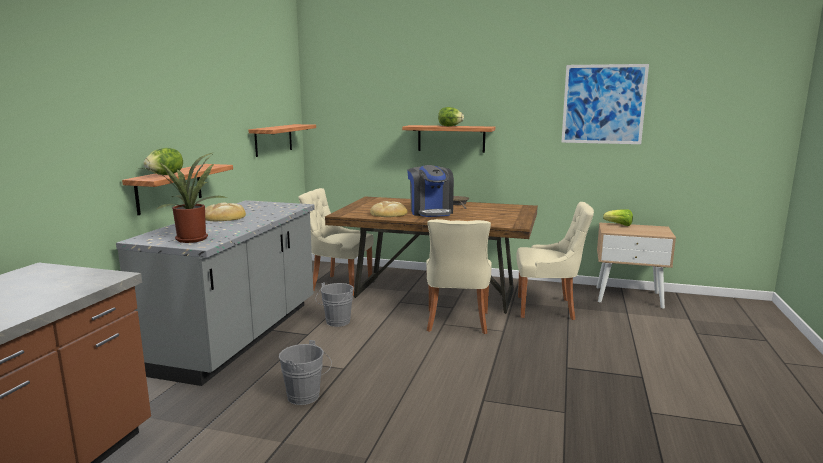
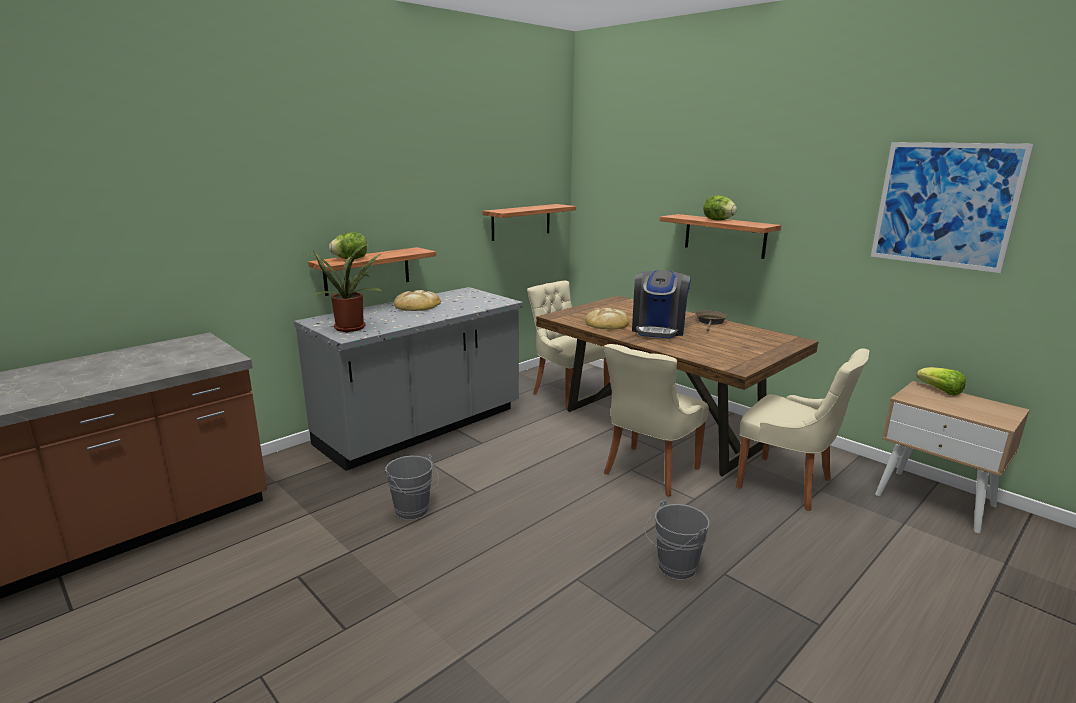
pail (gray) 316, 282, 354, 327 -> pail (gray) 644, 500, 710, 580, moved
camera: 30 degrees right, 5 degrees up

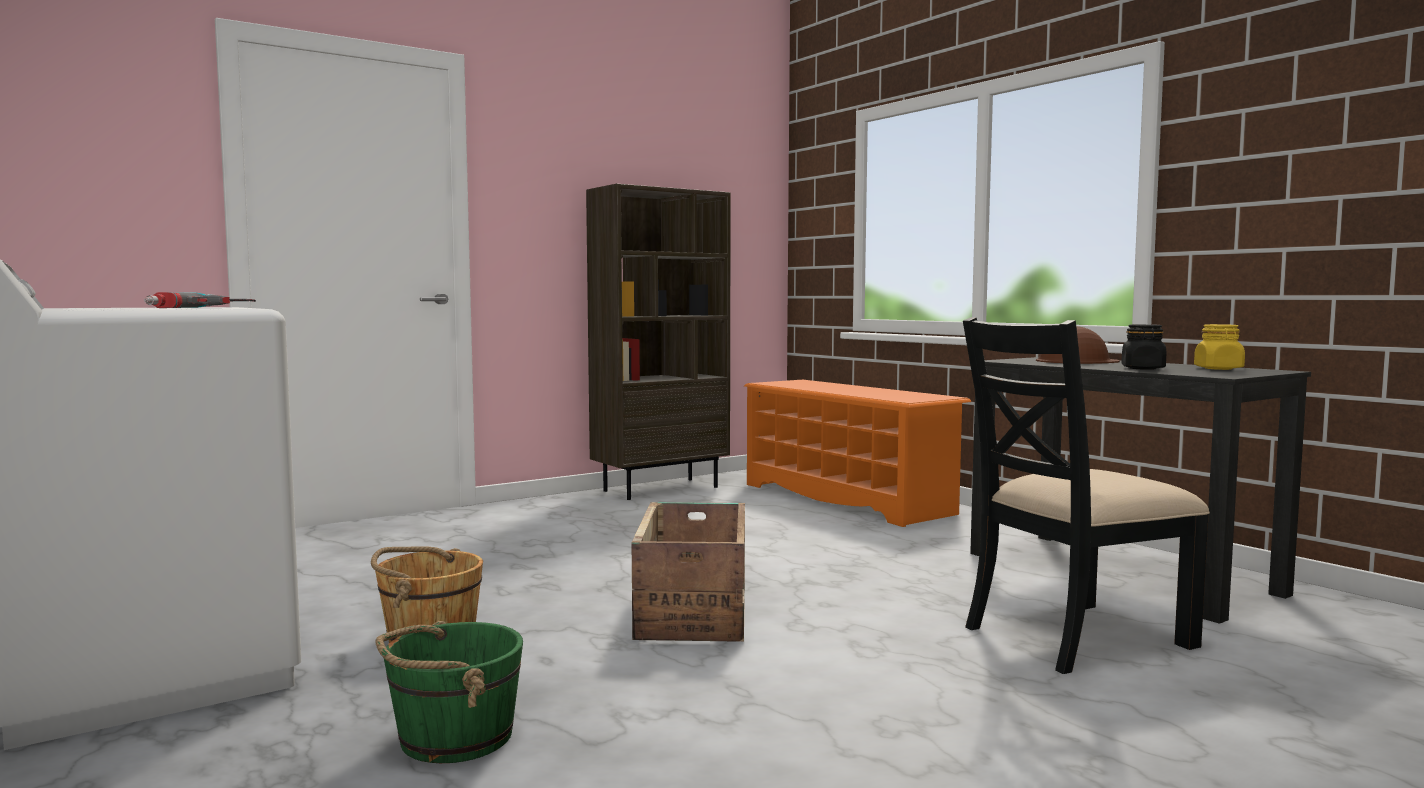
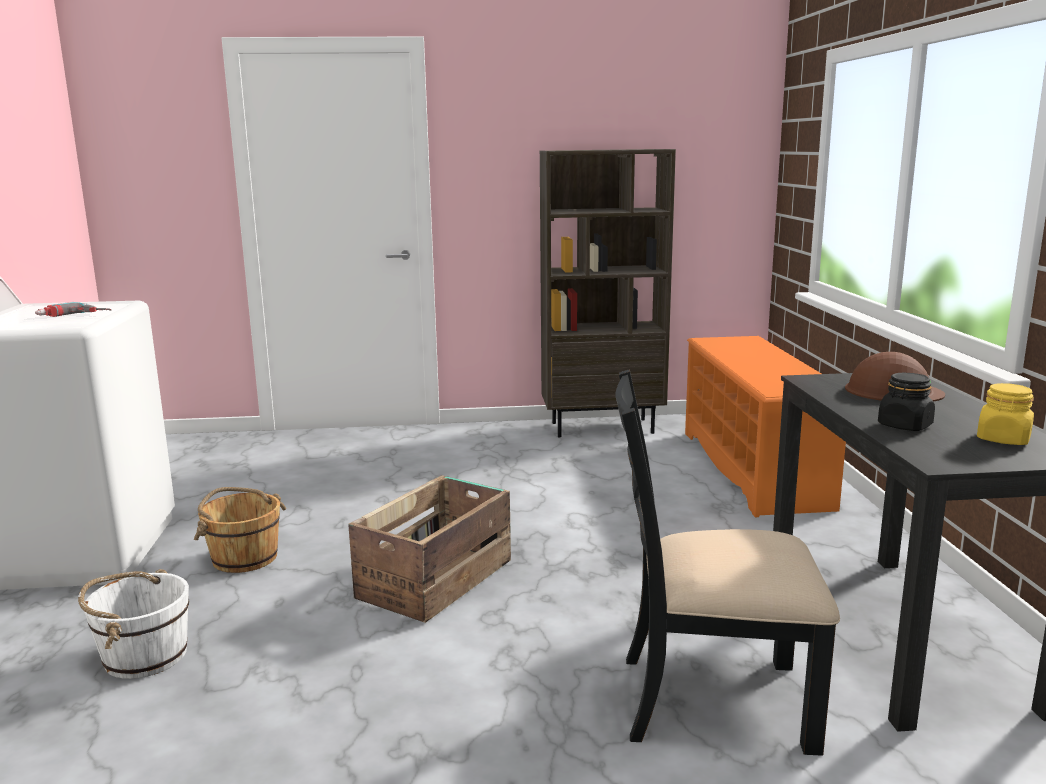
pail (green-coloured) 375, 621, 523, 763 -> pail (whitish) 78, 569, 189, 679
camera: 30 degrees right, 10 degrees up

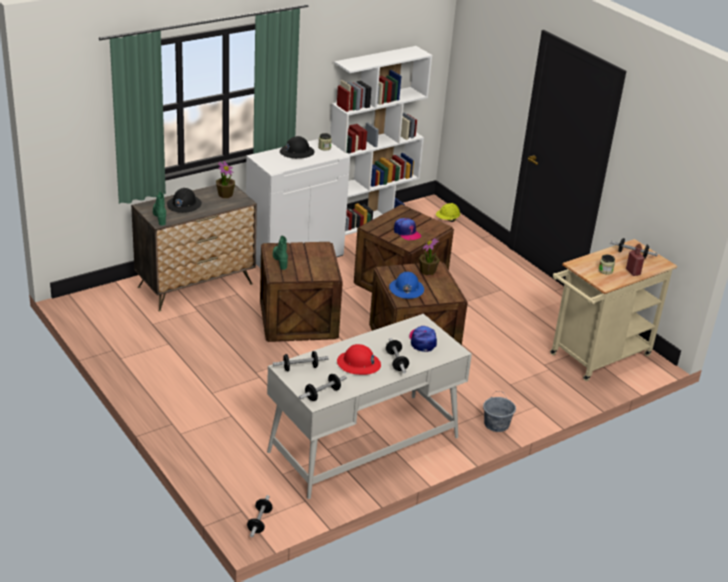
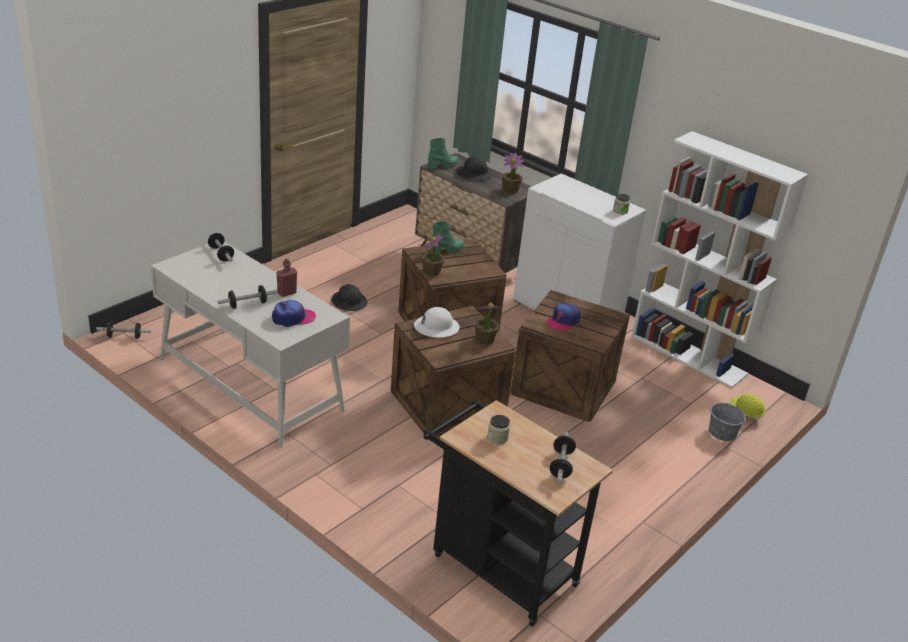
drink bottle (red-coloured) 626, 244, 645, 276 -> drink bottle (red-coloured) 277, 259, 297, 297, moved
hard hat (black-coloured) 280, 136, 315, 159 -> hard hat (black-coloured) 331, 284, 367, 311, moved
hard hat (bluish) 389, 272, 424, 299 -> hard hat (whitish) 414, 307, 460, 337
none -> houseplant 422, 233, 445, 277
wheeled cart (beige-coloured) 550, 239, 677, 381 -> wheeled cart (black-coloured) 423, 399, 613, 626
pail (gray) 483, 391, 516, 432 -> pail (gray) 709, 398, 746, 441, moved
free weight 299, 374, 347, 401 -> none
hard hat (red-coloured) 337, 344, 381, 375 -> none
camera: 75 degrees right, 0 degrees up

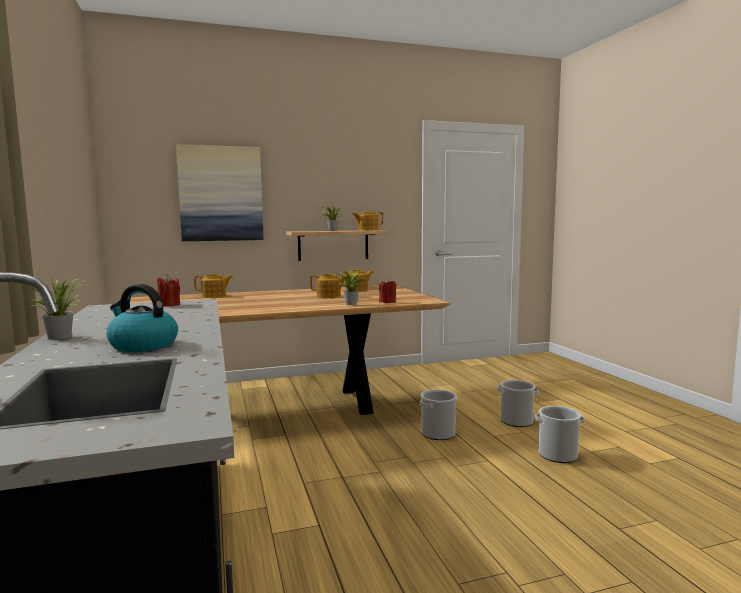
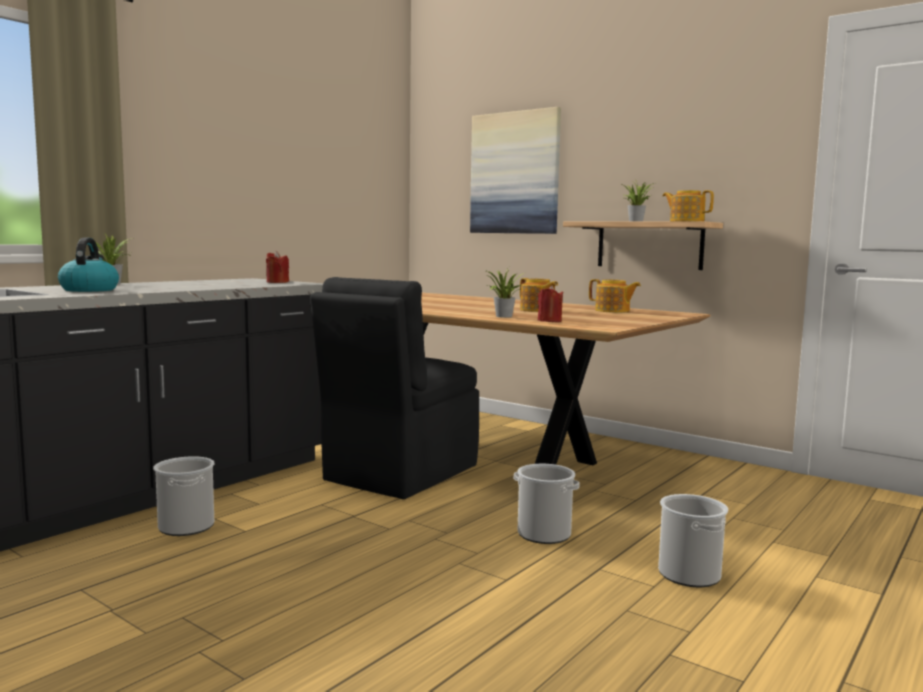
pail 535, 406, 585, 463 -> pail 153, 456, 214, 536, moved
none -> plain chair (black-coloured) 310, 277, 479, 499
pot for tea 194, 274, 233, 298 -> none
camera: 55 degrees right, 0 degrees up

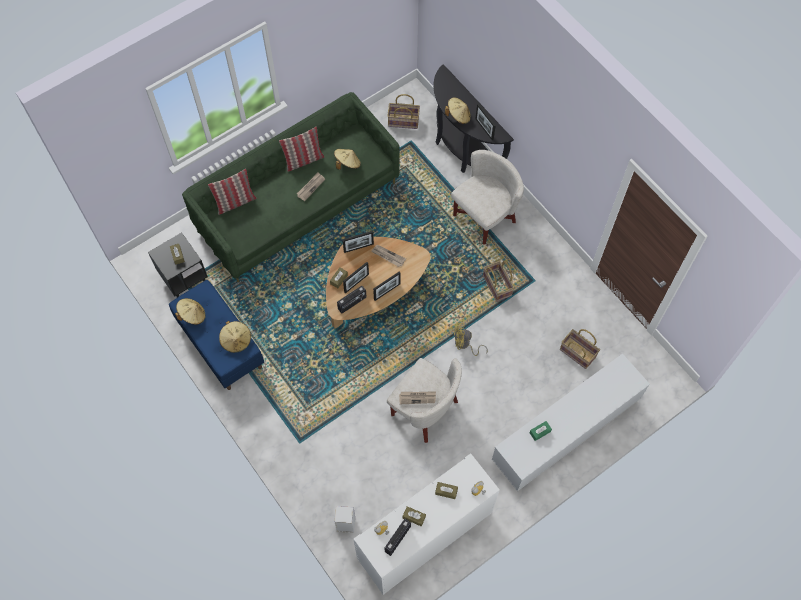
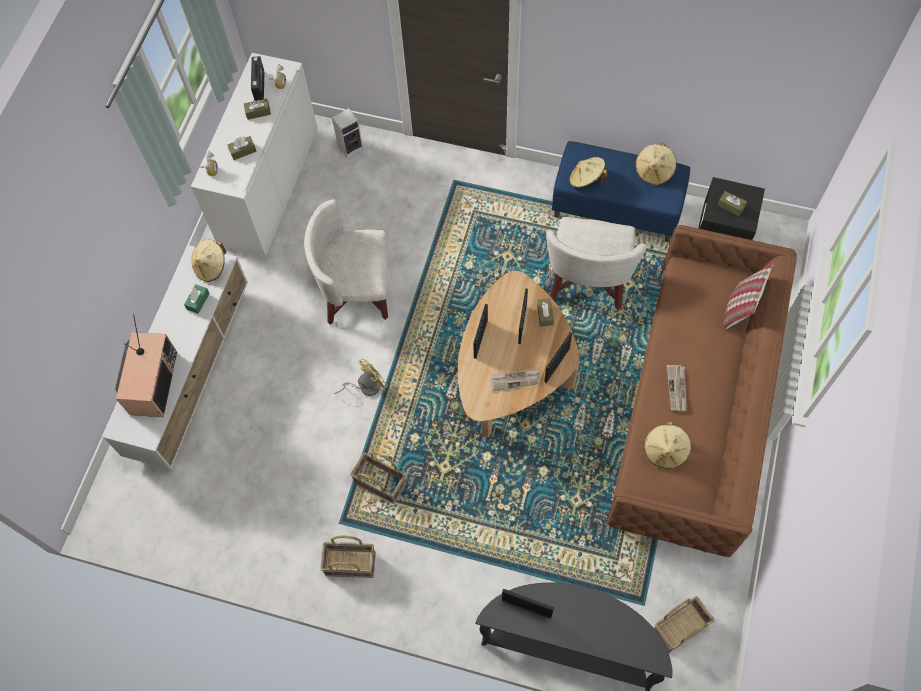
none -> television 115, 314, 177, 417
wearable hat (beige-coloured) 445, 97, 471, 124 -> wearable hat (beige-coloured) 192, 239, 226, 282, moved
household basket 560, 329, 600, 369 -> household basket 320, 535, 376, 578, moved
easy chair (whitish) 451, 150, 524, 245 -> easy chair (whitish) 546, 217, 647, 310, moved
couch (green-coloured) 182, 92, 399, 282 -> couch (brownish) 606, 225, 797, 557
throw pillow 279, 127, 324, 172 -> none
radio receiver 337, 286, 367, 314 -> none
newspaper 399, 391, 436, 404 -> none
camera: 145 degrees right, 0 degrees up

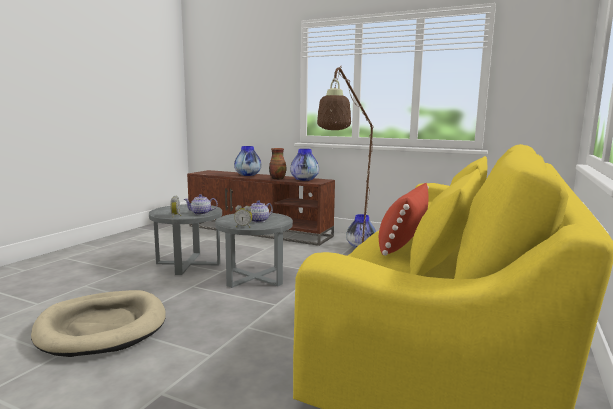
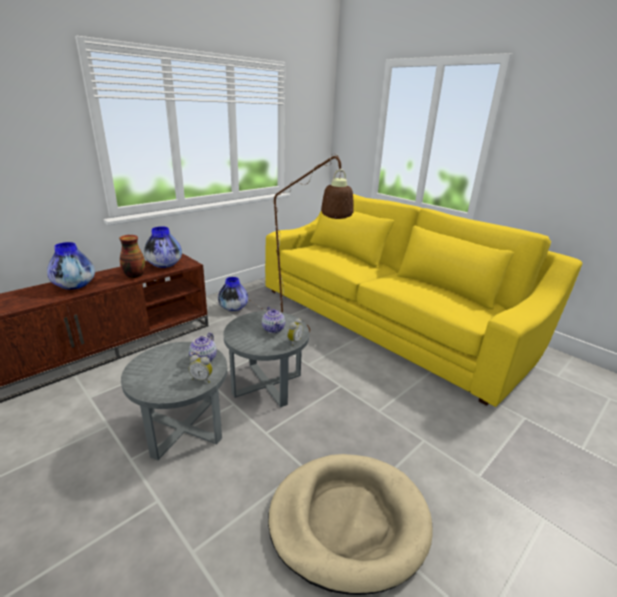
throw pillow (red-coloured) 379, 183, 429, 256 -> none
camera: 70 degrees left, 15 degrees up

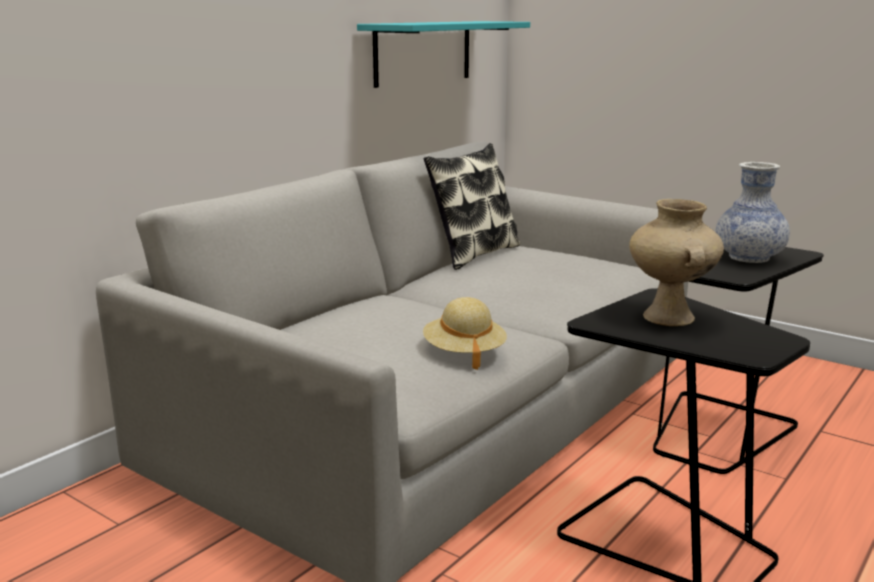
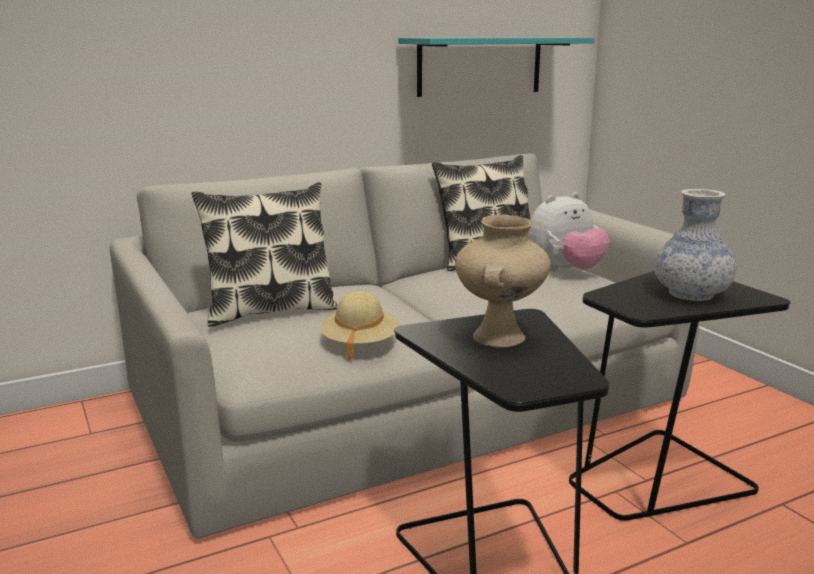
none -> throw pillow 191, 182, 338, 327
none -> soft toy 528, 192, 610, 271
camera: 25 degrees right, 0 degrees up

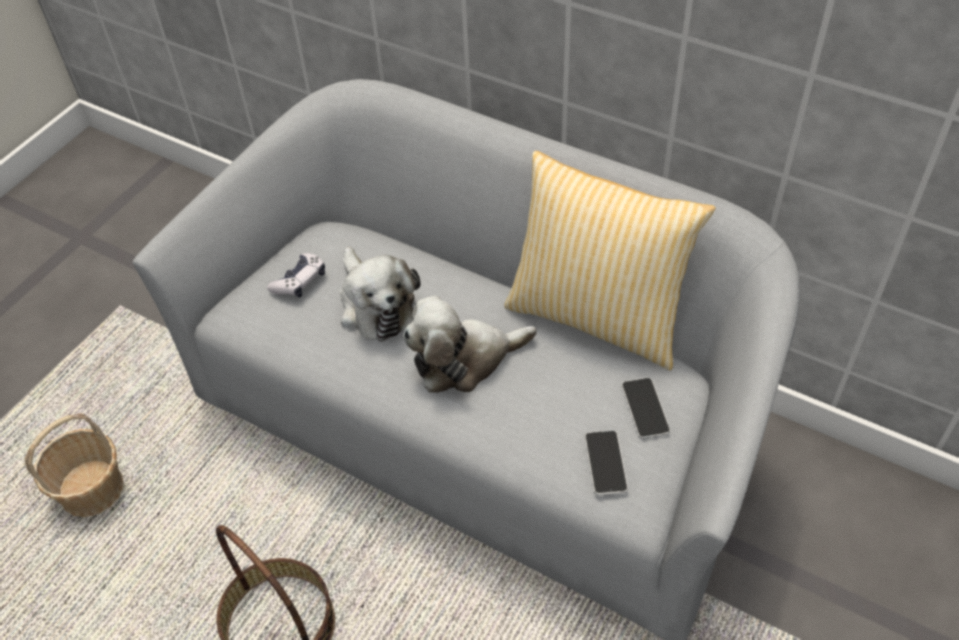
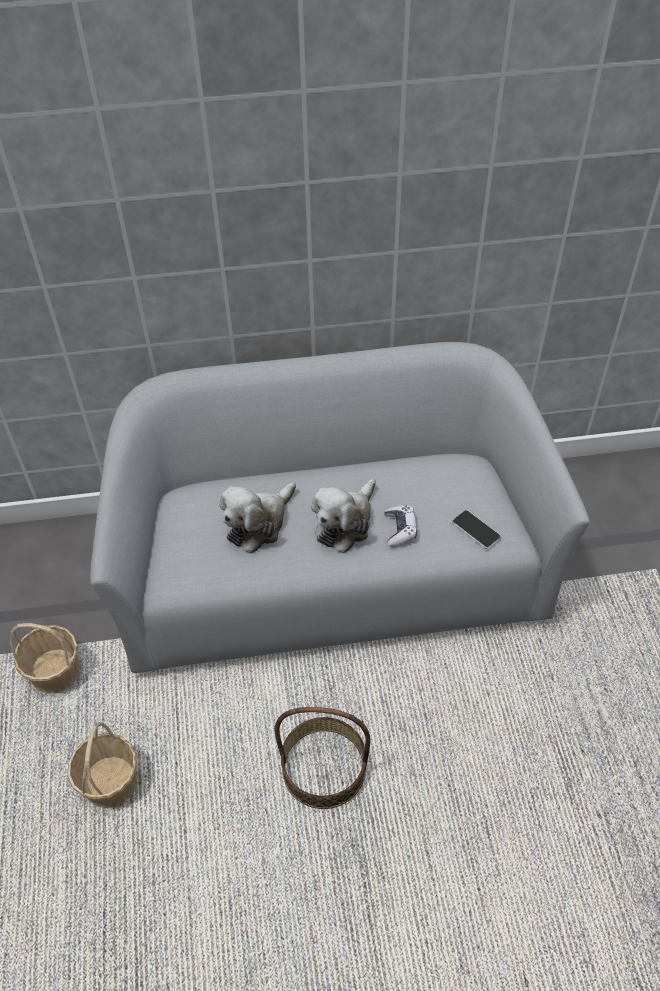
none -> household basket 10, 623, 80, 694
soft toy 340, 247, 420, 342 -> soft toy 220, 482, 296, 553, 105 degrees clockwise
joypad 267, 253, 325, 297 -> joypad 384, 505, 417, 546, moved
throw pillow 505, 151, 716, 370 -> none
telephone 621, 378, 670, 439 -> none
camera: 40 degrees left, 0 degrees up

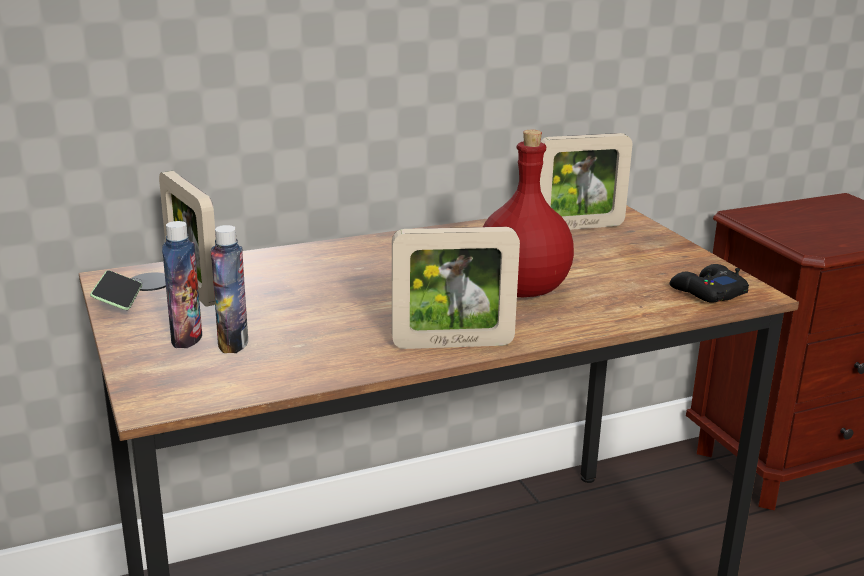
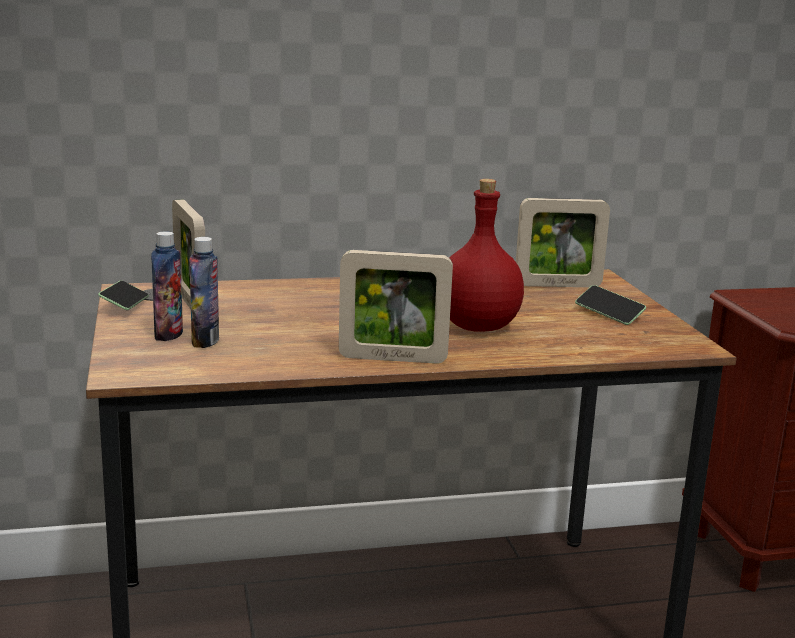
none -> telephone 575, 285, 646, 325
joypad (black-coloured) 670, 264, 749, 303 -> none
camera: 10 degrees right, 5 degrees down

